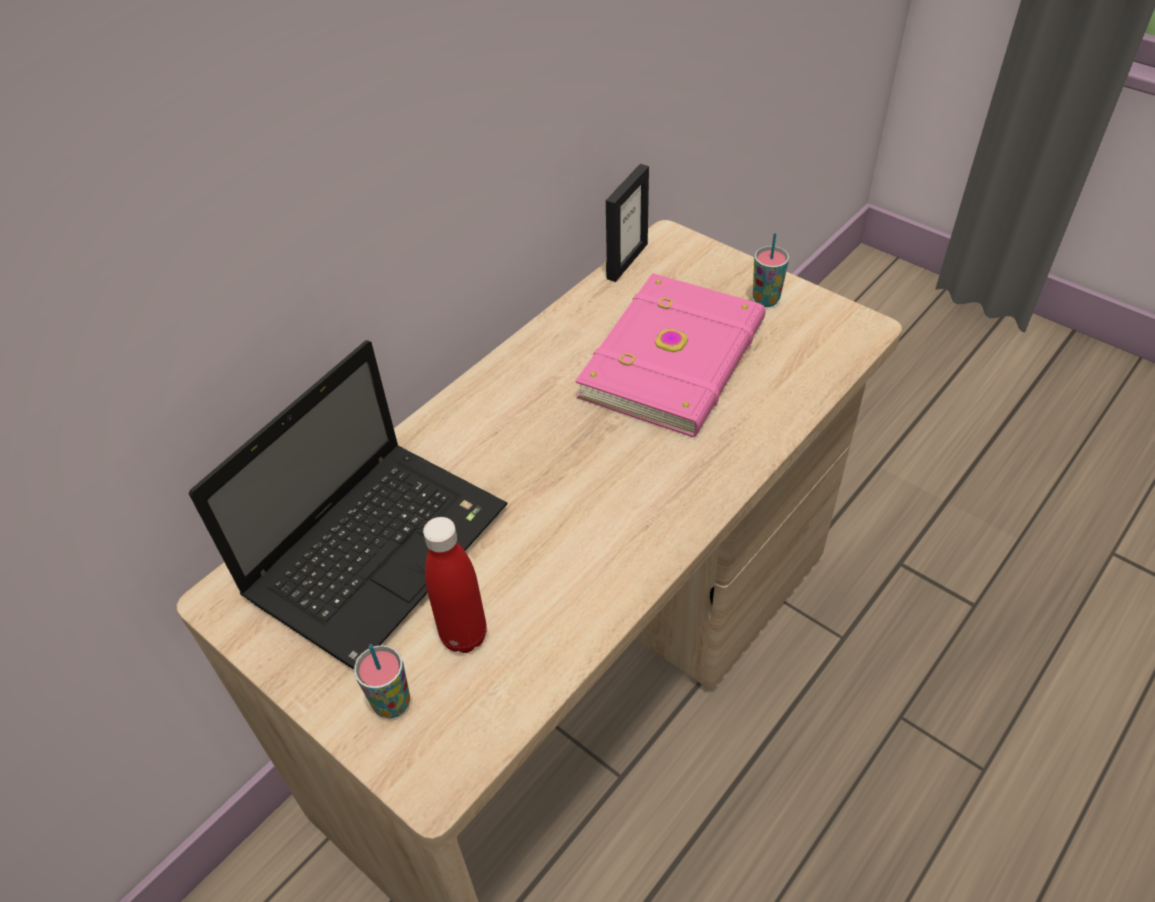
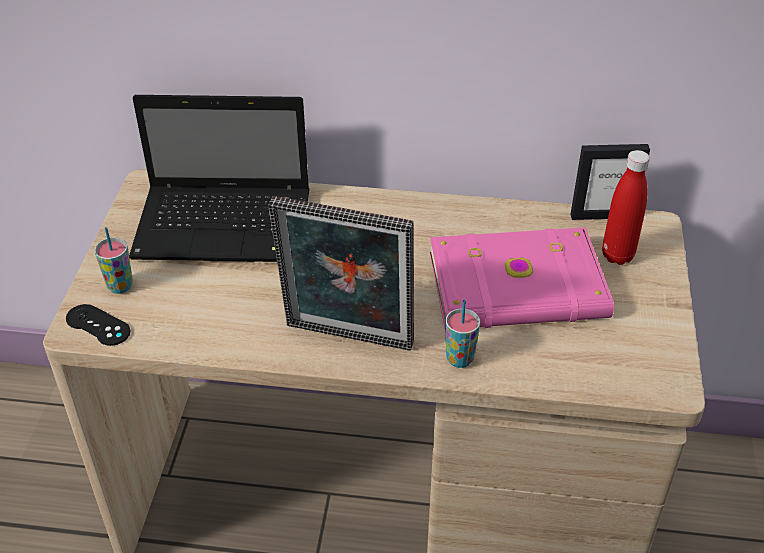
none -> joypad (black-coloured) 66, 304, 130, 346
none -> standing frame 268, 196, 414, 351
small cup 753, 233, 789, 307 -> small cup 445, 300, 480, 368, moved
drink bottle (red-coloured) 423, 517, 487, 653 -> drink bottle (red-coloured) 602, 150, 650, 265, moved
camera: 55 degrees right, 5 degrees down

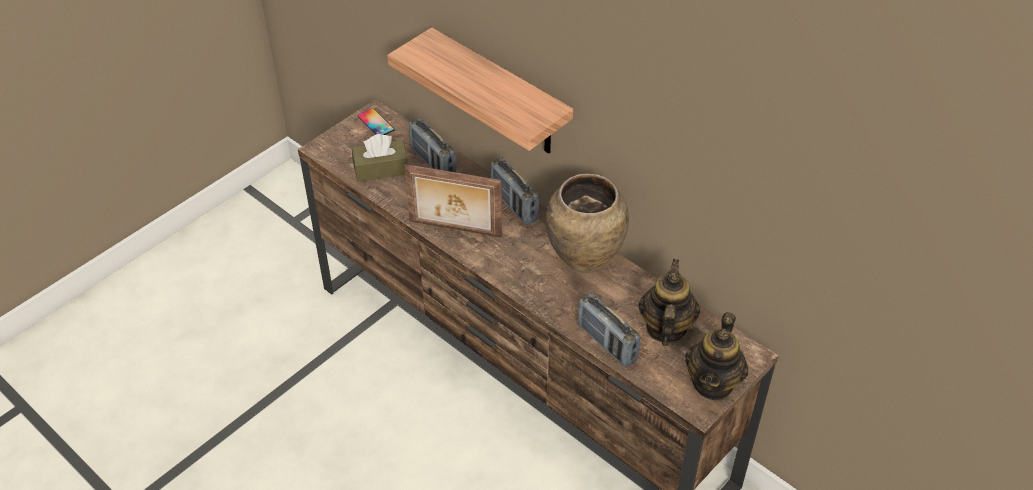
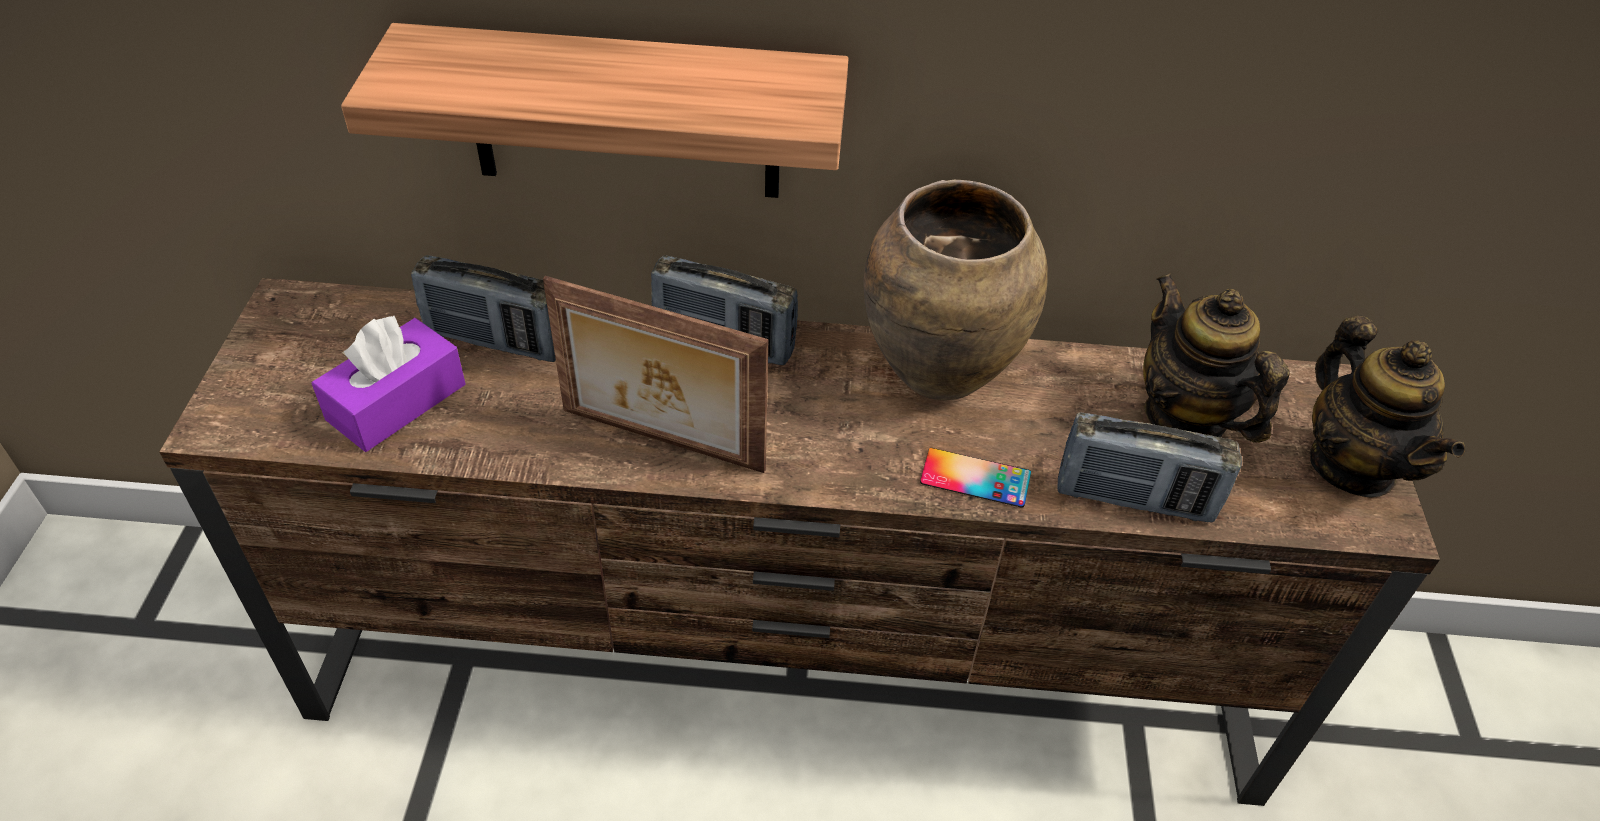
tissue box (brownish) 352, 134, 408, 182 -> tissue box (purple) 312, 316, 465, 452
standing frame 404, 164, 502, 237 -> standing frame 543, 276, 768, 473, 45 degrees clockwise
telephone 358, 108, 395, 135 -> telephone 920, 448, 1031, 508, moved
camera: 40 degrees left, 0 degrees up

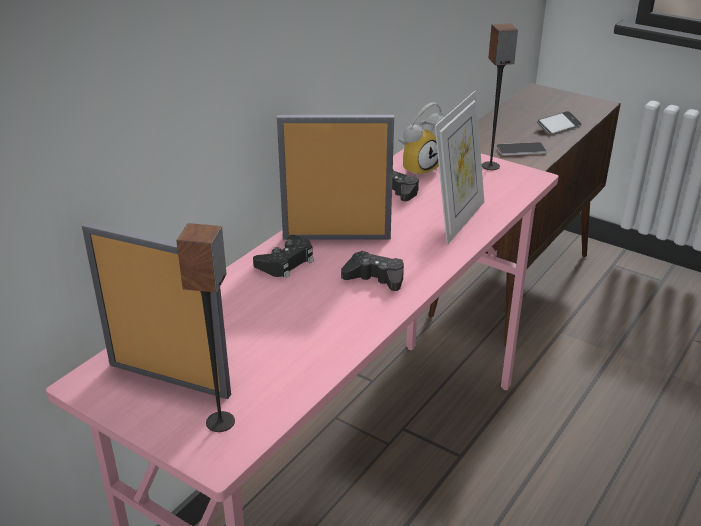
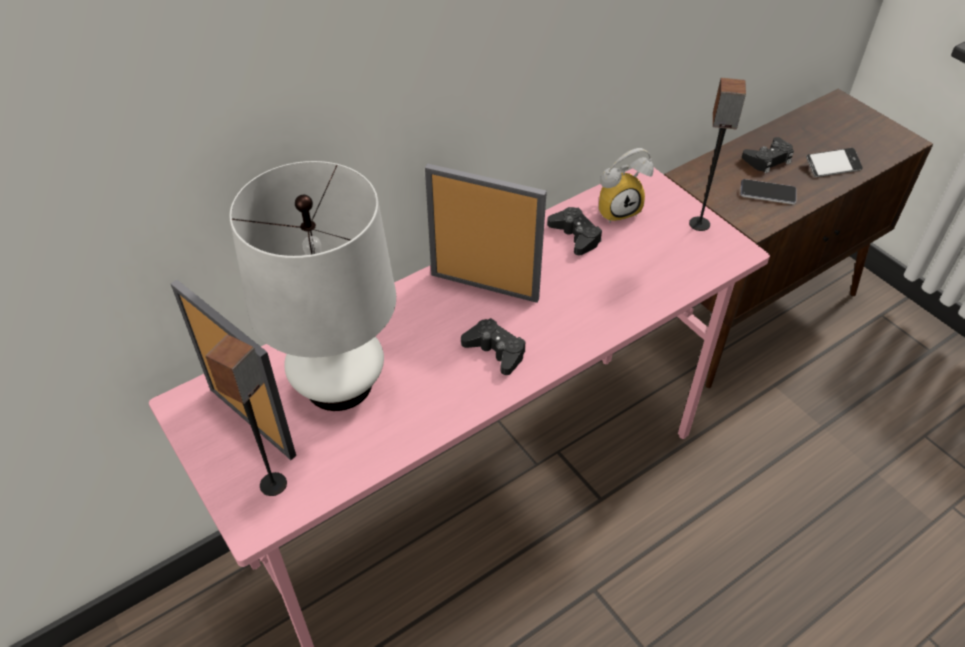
none -> tabletop lamp (whitish) 229, 161, 396, 411
joypad (black-coloured) 253, 235, 314, 279 -> joypad (black-coloured) 742, 137, 794, 173, moved
standing frame 435, 91, 484, 245 -> none
camera: 20 degrees right, 15 degrees up

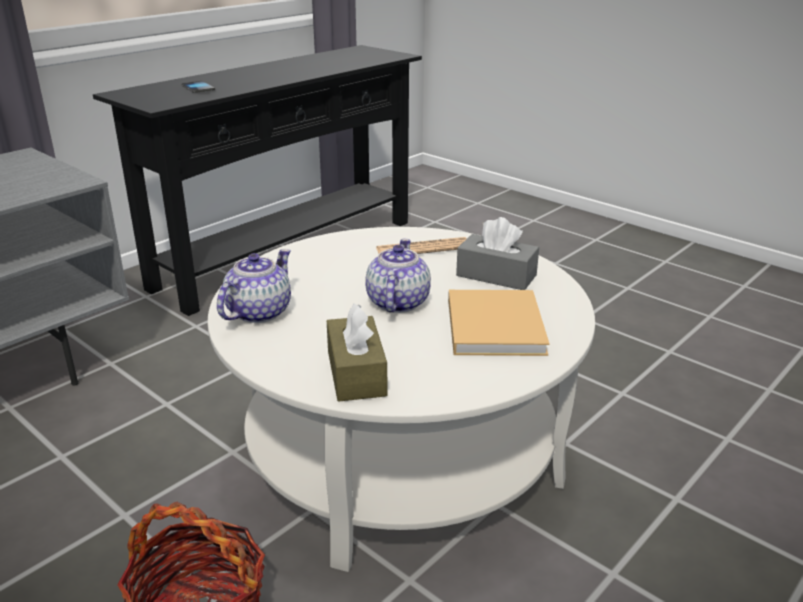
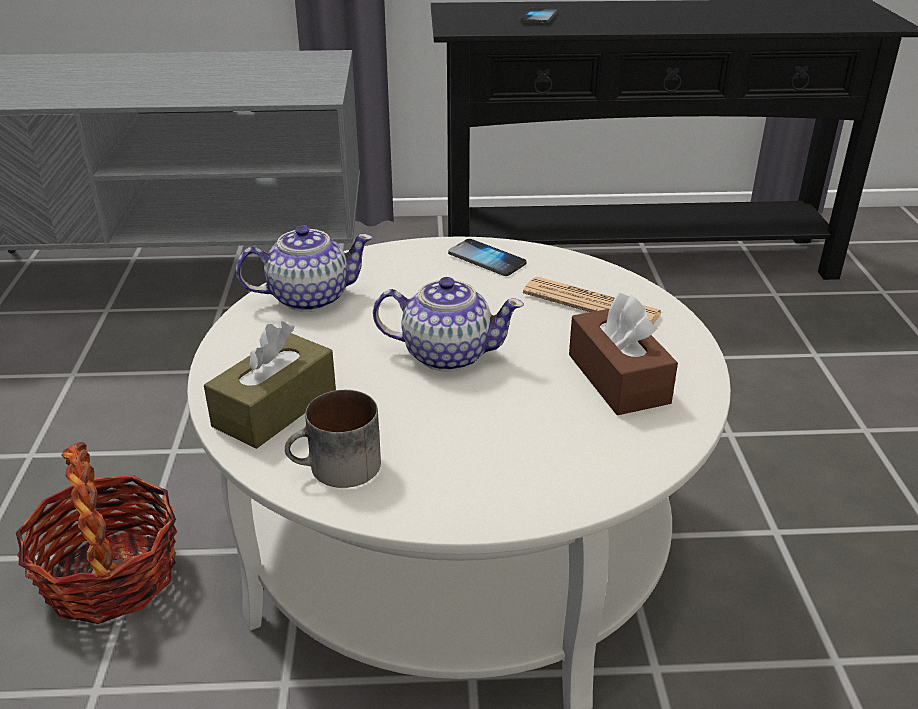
none -> tea mug 285, 390, 381, 488
pot for tea 365, 239, 431, 313 -> pot for tea 373, 277, 524, 372, 45 degrees clockwise
none -> telephone 448, 239, 526, 276
tissue box (gray) 456, 217, 539, 290 -> tissue box (brownish) 569, 293, 678, 415
book (beige-coloured) 448, 290, 550, 356 -> none
camera: 45 degrees right, 5 degrees up

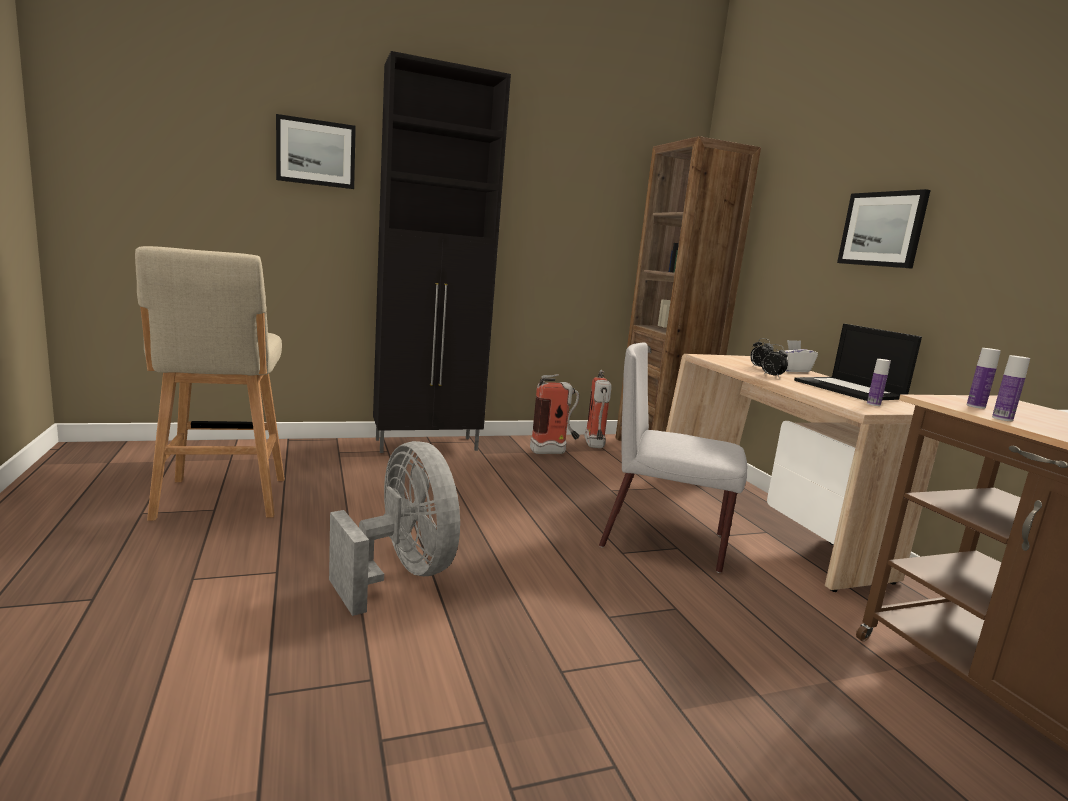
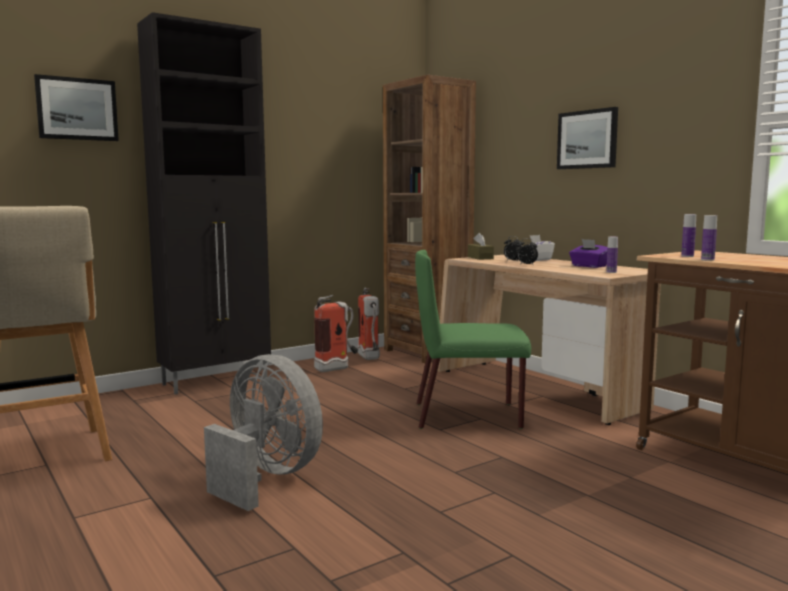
plain chair (gray) 599, 342, 747, 573 -> plain chair (green-coloured) 415, 250, 531, 429
none -> tissue box (brownish) 468, 233, 494, 260
notebook computer 794, 324, 922, 401 -> tissue box (purple) 569, 239, 607, 268
camera: 15 degrees left, 5 degrees down

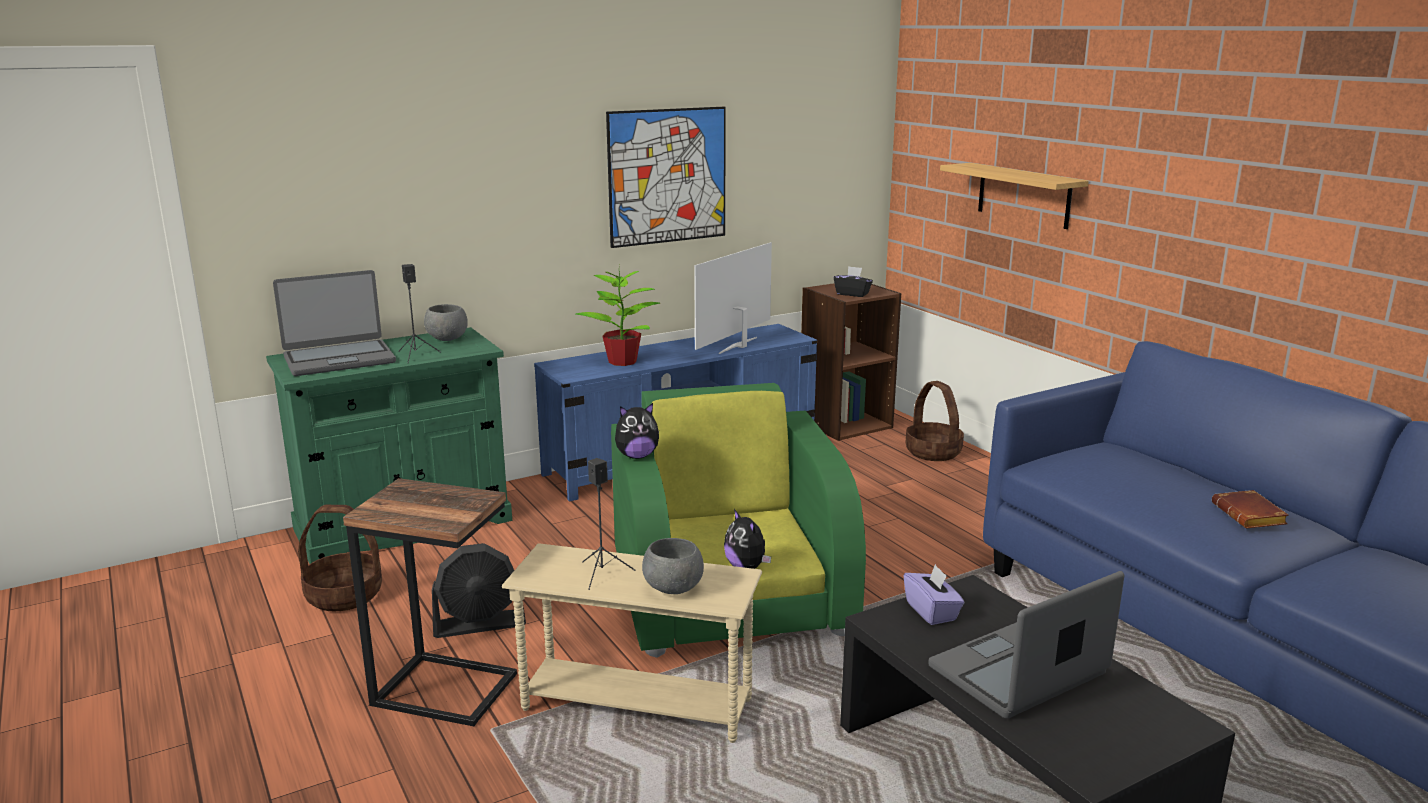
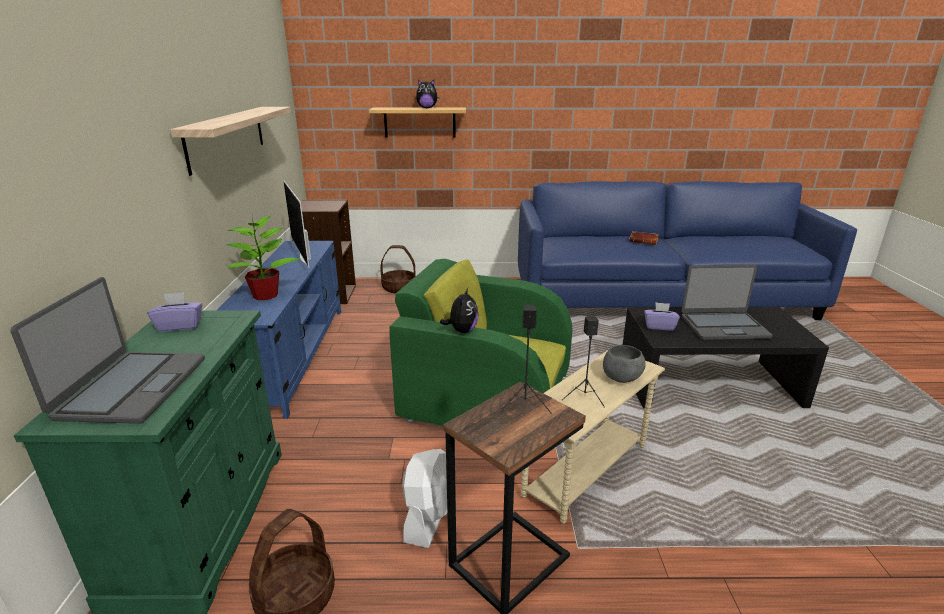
bowl (gray) 424, 304, 468, 341 -> tissue box (purple) 147, 292, 202, 332
wall art 606, 107, 726, 248 -> shelf 170, 107, 291, 176
electric fan (black-coloured) 432, 543, 526, 638 -> electric fan (whitish) 402, 449, 447, 548
soft toy 724, 509, 771, 569 -> soft toy 416, 80, 439, 108, moved
audio speaker (black-coloured) 398, 264, 441, 363 -> audio speaker (black-coloured) 500, 305, 552, 414, moved
notebook computer 928, 571, 1124, 719 -> notebook computer 681, 265, 773, 340, 90 degrees counterclockwise
tissue box (black-coloured) 834, 266, 873, 297 -> none
camera: 60 degrees left, 5 degrees up

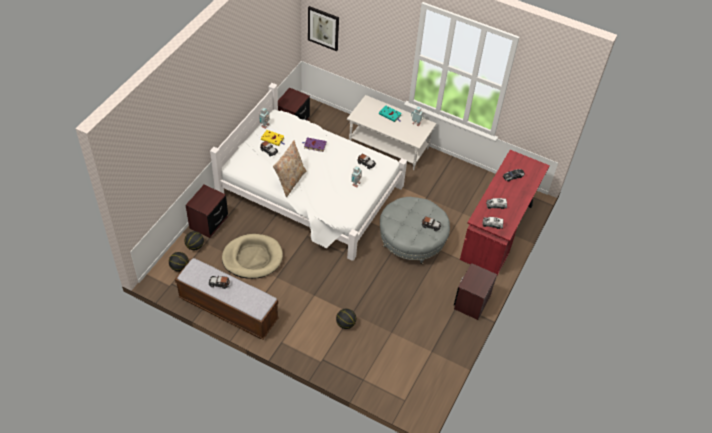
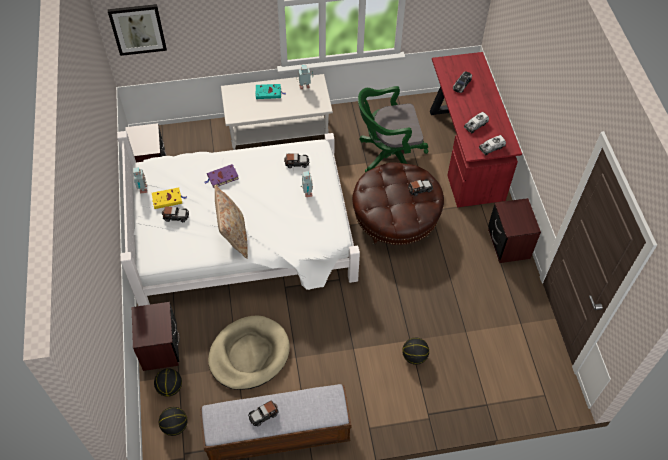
pouffe (gray) 380, 197, 450, 265 -> pouffe (brownish) 352, 163, 444, 245
none -> office chair (green-coloured) 358, 86, 428, 173
camera: 35 degrees left, 5 degrees up

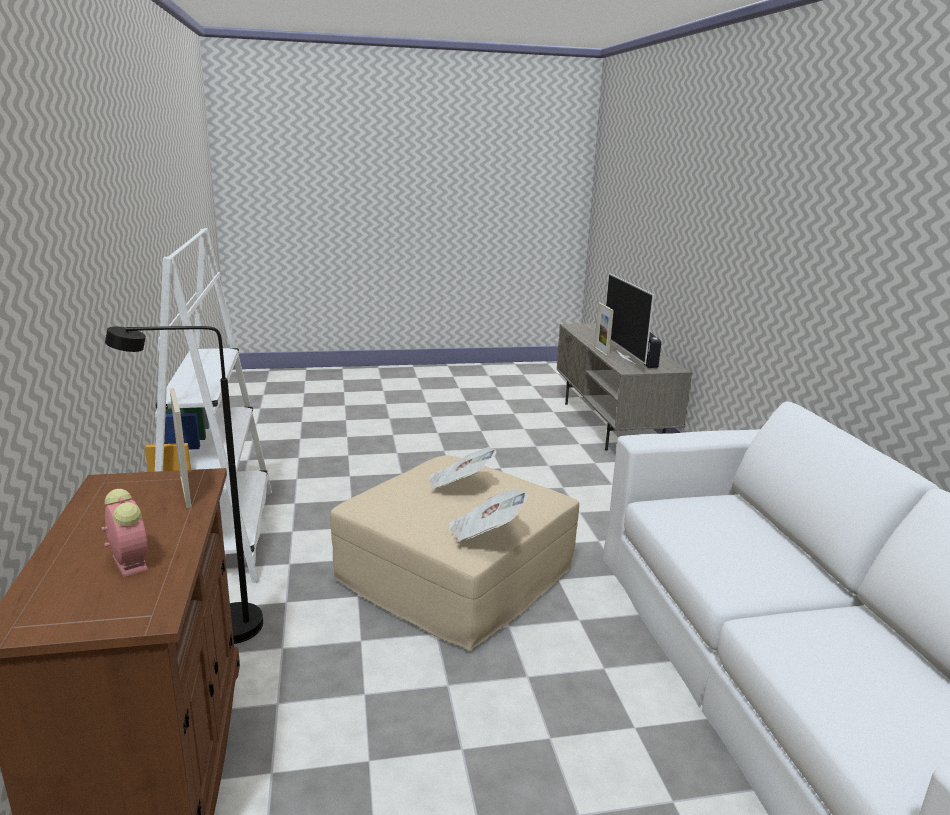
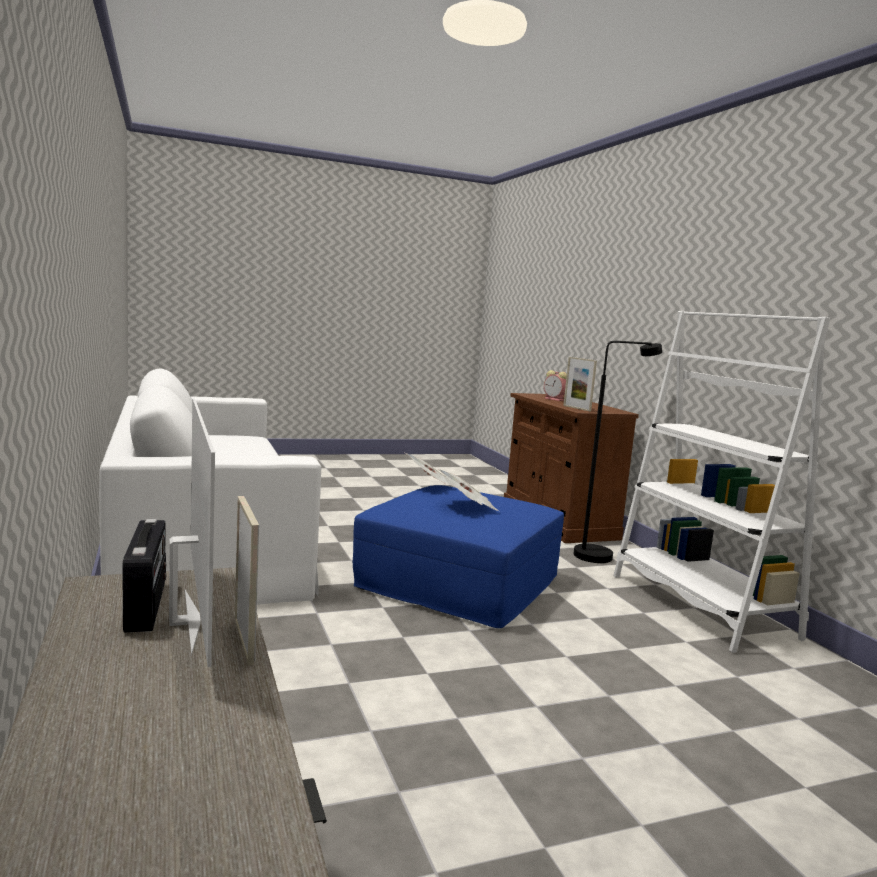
pouffe (beige-coloured) 330, 455, 579, 651 -> pouffe (bluish) 353, 485, 564, 628
camera: 170 degrees right, 10 degrees down

